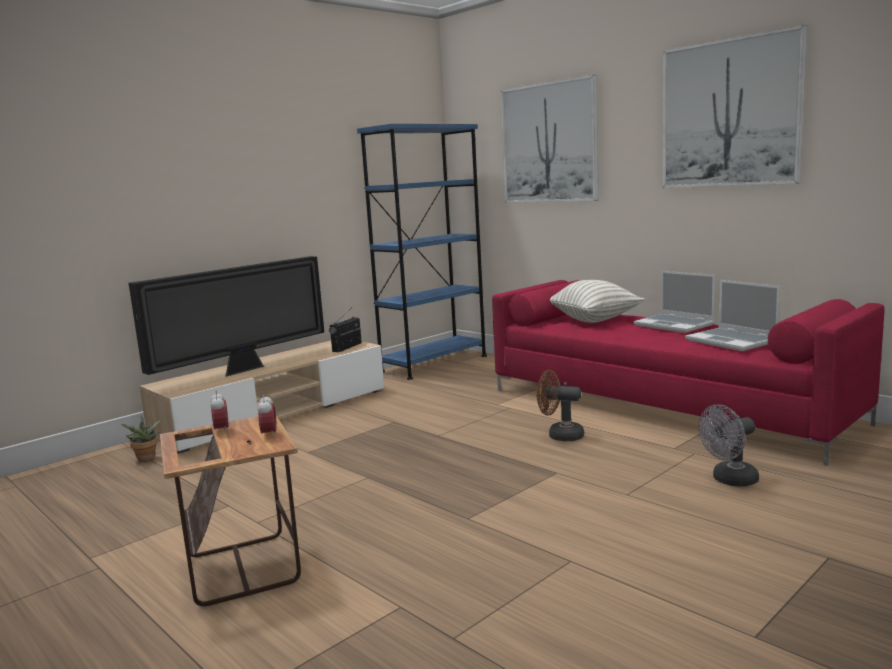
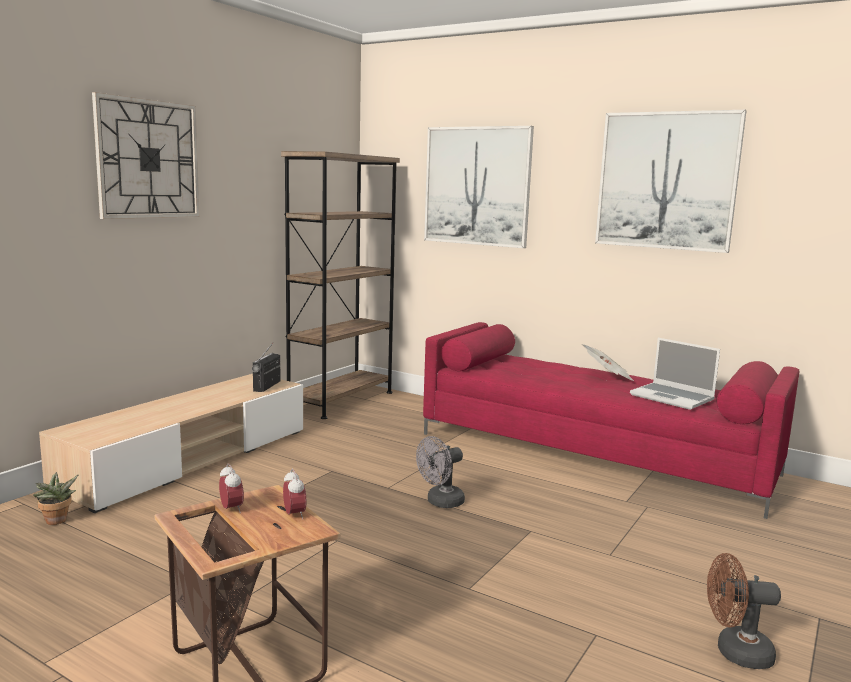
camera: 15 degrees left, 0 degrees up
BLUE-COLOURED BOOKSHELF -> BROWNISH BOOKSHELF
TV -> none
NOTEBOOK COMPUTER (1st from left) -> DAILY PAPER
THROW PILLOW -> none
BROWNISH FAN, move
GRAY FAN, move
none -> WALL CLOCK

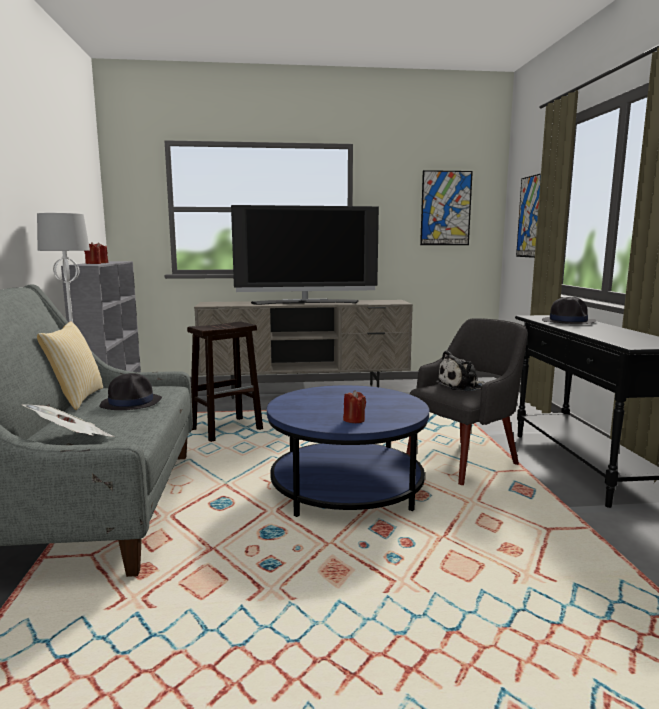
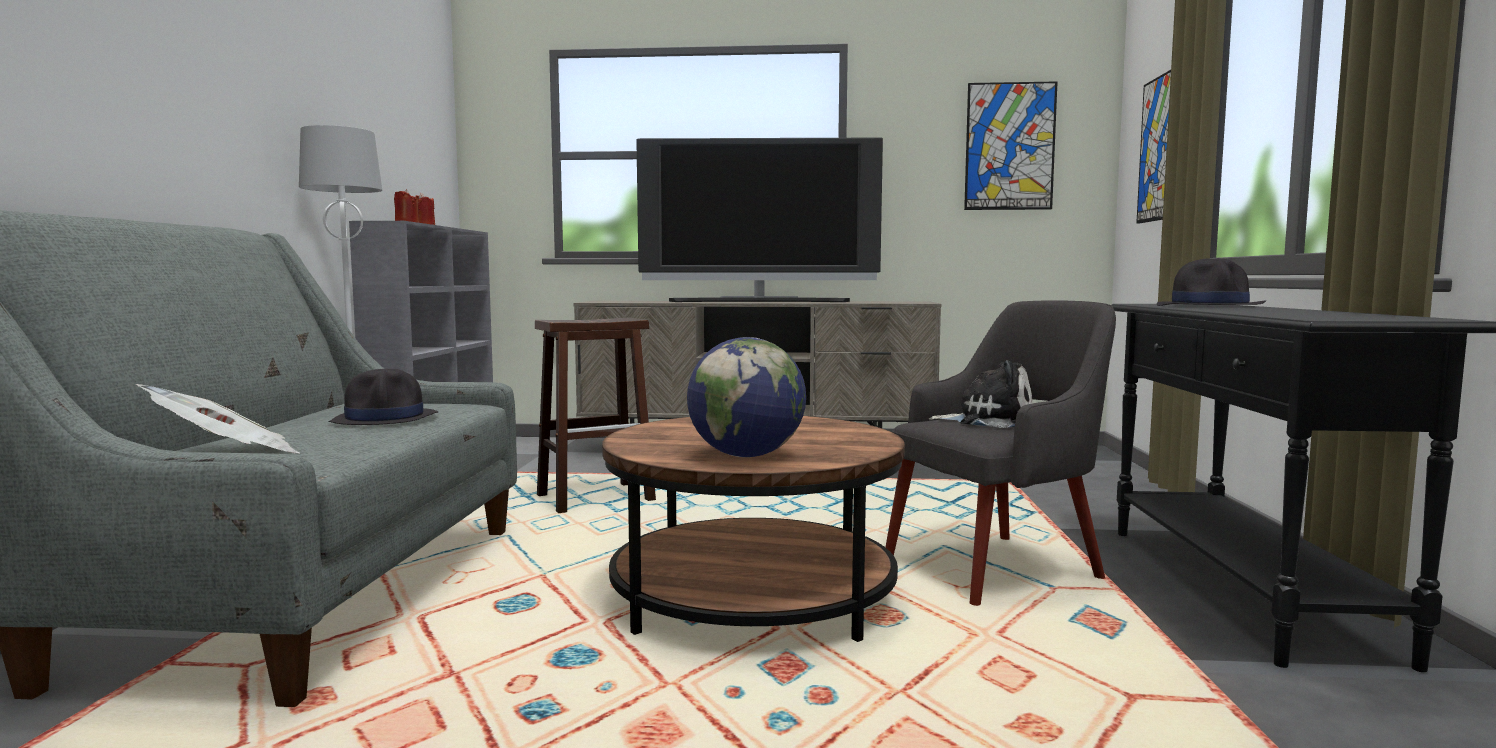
camera: 10 degrees right, 5 degrees down
THROW PILLOW -> none
PLUSH TOY, 150 degrees counterclockwise
BLUE-COLOURED COFFEE TABLE -> BROWNISH COFFEE TABLE
RED-COLOURED WAX CANDLE (3rd from left) -> GLOBE

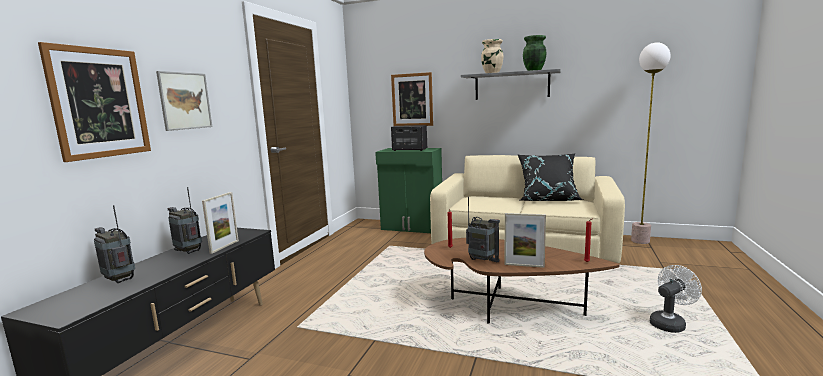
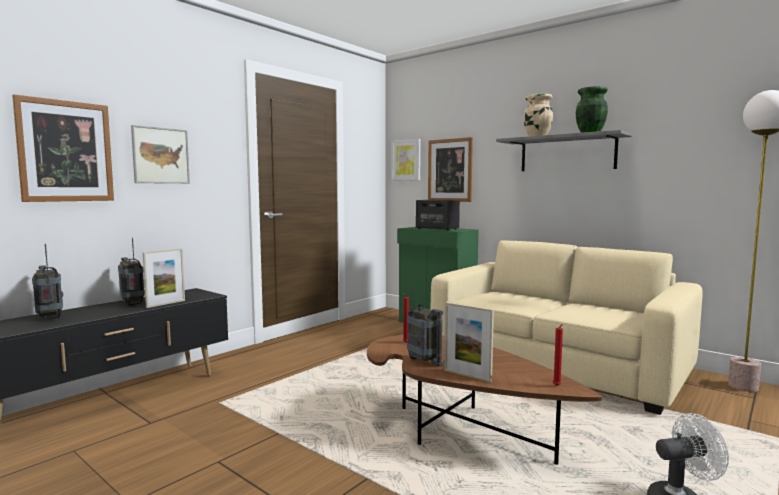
camera: 20 degrees right, 5 degrees down
BLACK-COLOURED THROW PILLOW -> none
none -> PICTURE (3rd from left)

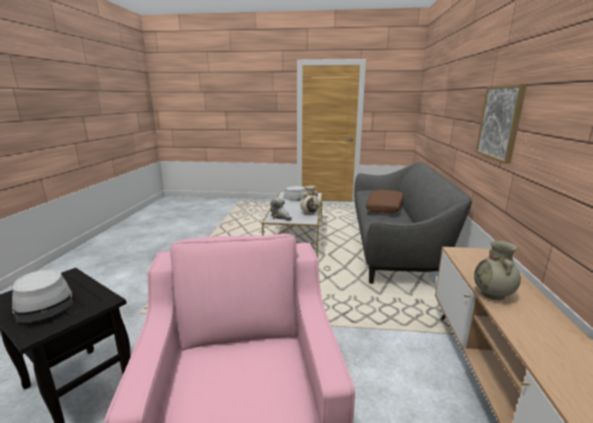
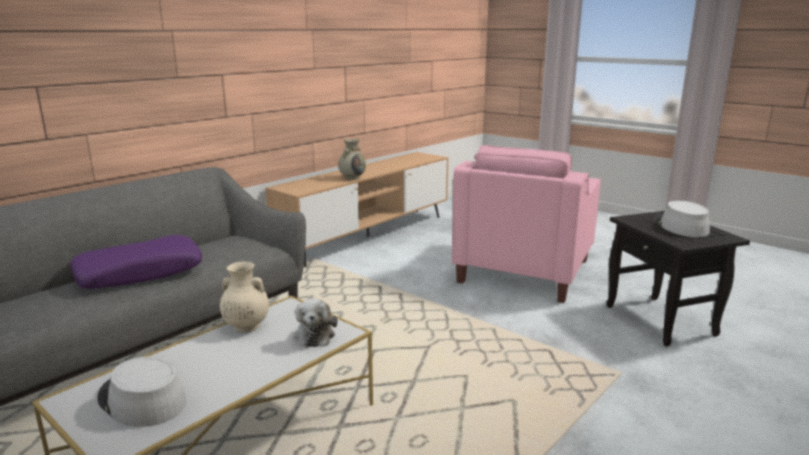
camera: 145 degrees left, 0 degrees up
PICTURE -> none
BROWNISH THROW PILLOW -> PURPLISH THROW PILLOW

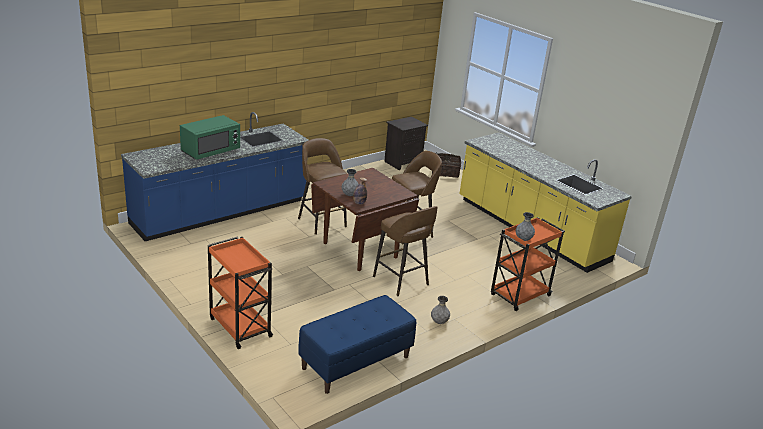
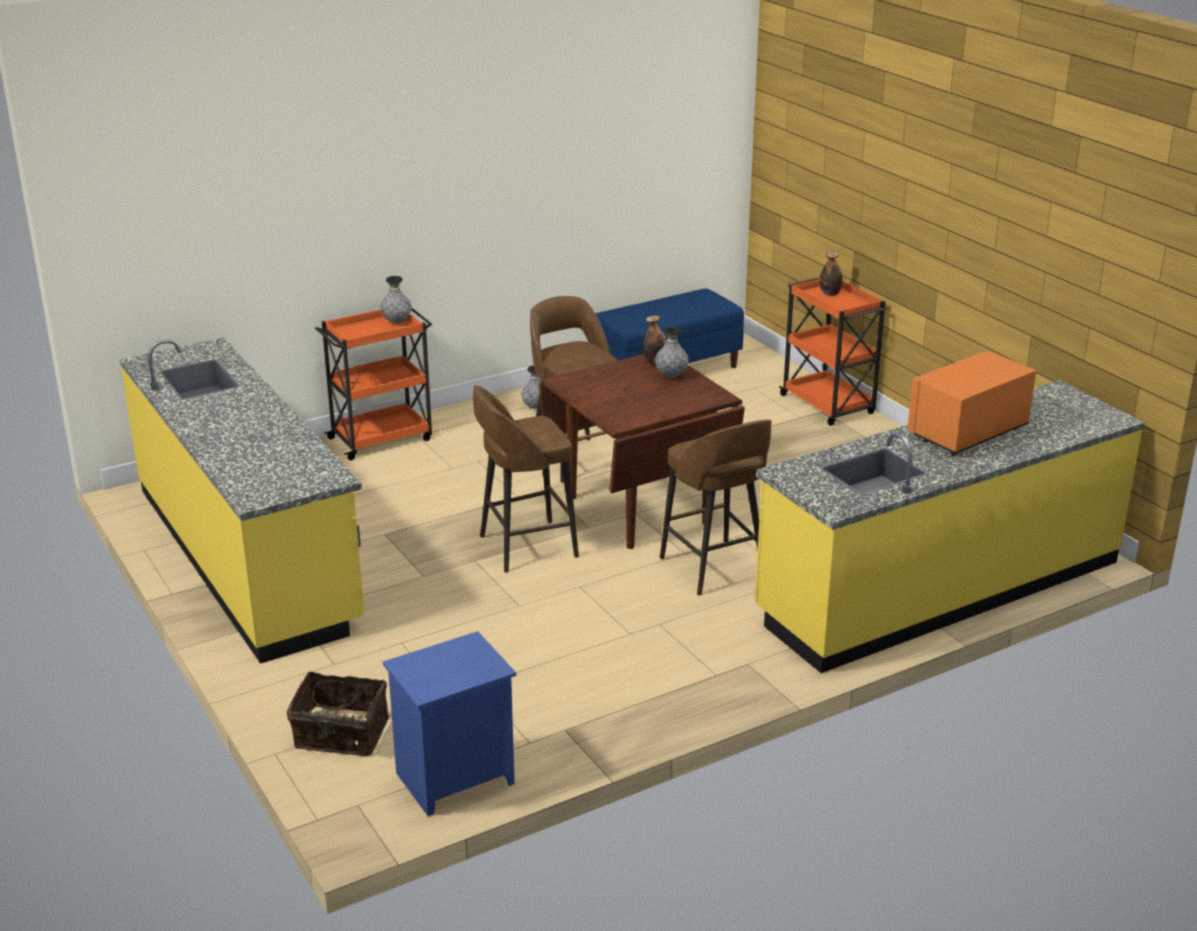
camera: 170 degrees left, 0 degrees up
BLUE-COLOURED COUNTER -> YELLOW COUNTER (2nd from left)
GREEN KITCHEN MICROWAVE -> ORANGE KITCHEN MICROWAVE
BLACK-COLOURED NIGHTSTAND -> BLUE-COLOURED NIGHTSTAND
none -> DRINK BOTTLE (2nd from left)

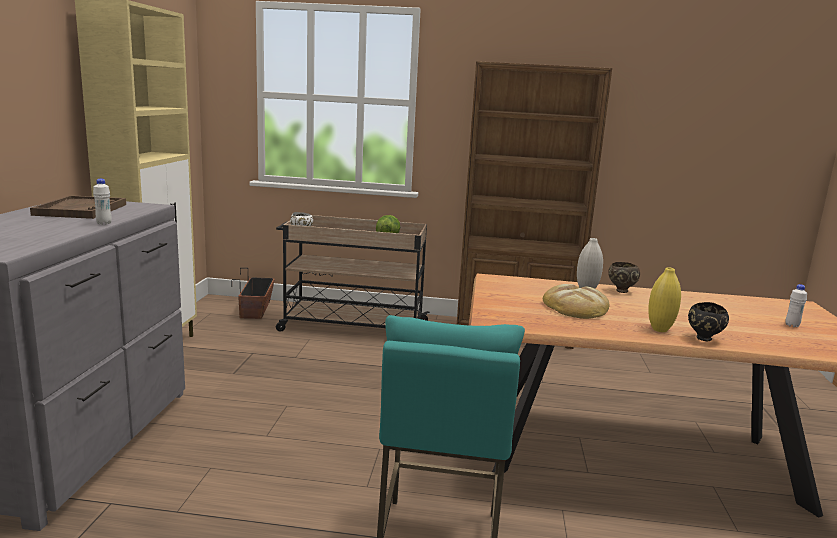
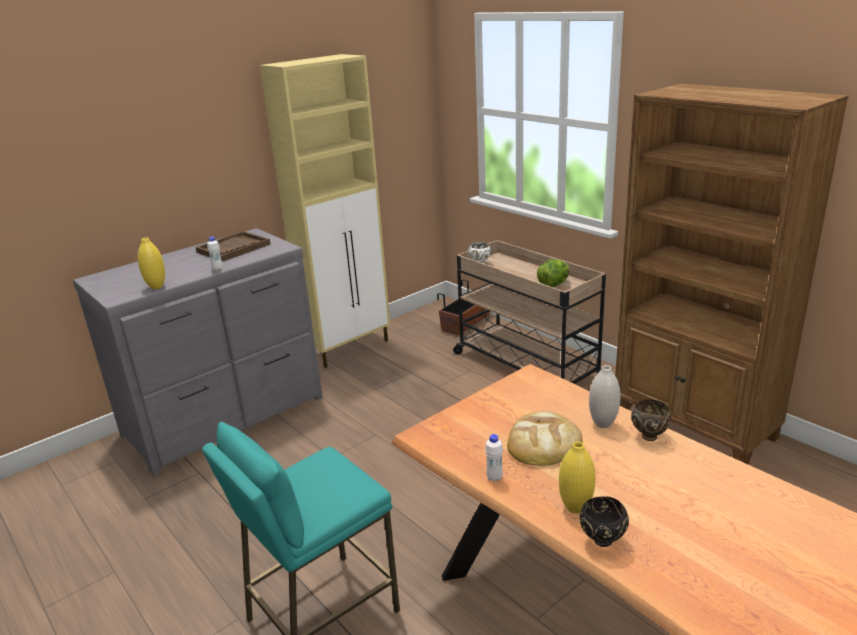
camera: 45 degrees right, 10 degrees up
WHITE DRINK BOTTLE (2nd from left), move
none -> YELLOW VASE (1st from left)

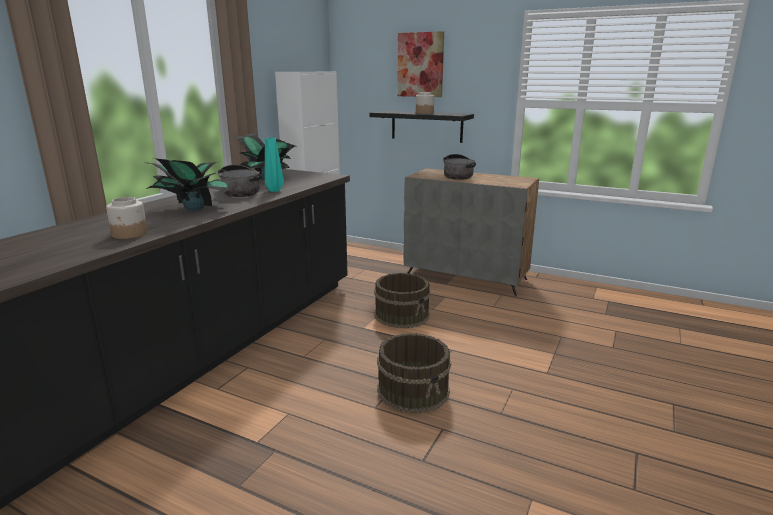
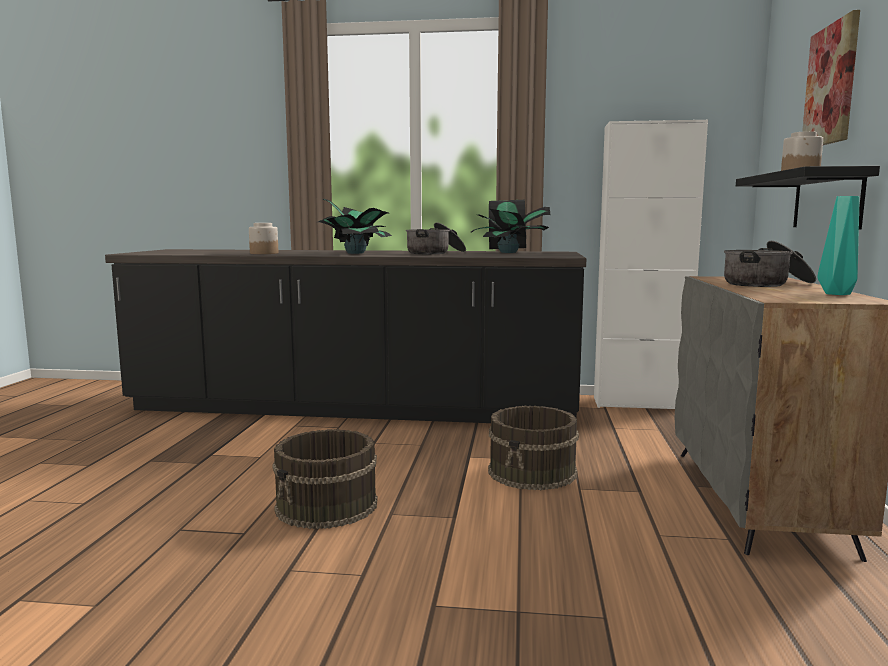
camera: 70 degrees right, 10 degrees down
TURQUOISE-COLOURED VASE, move

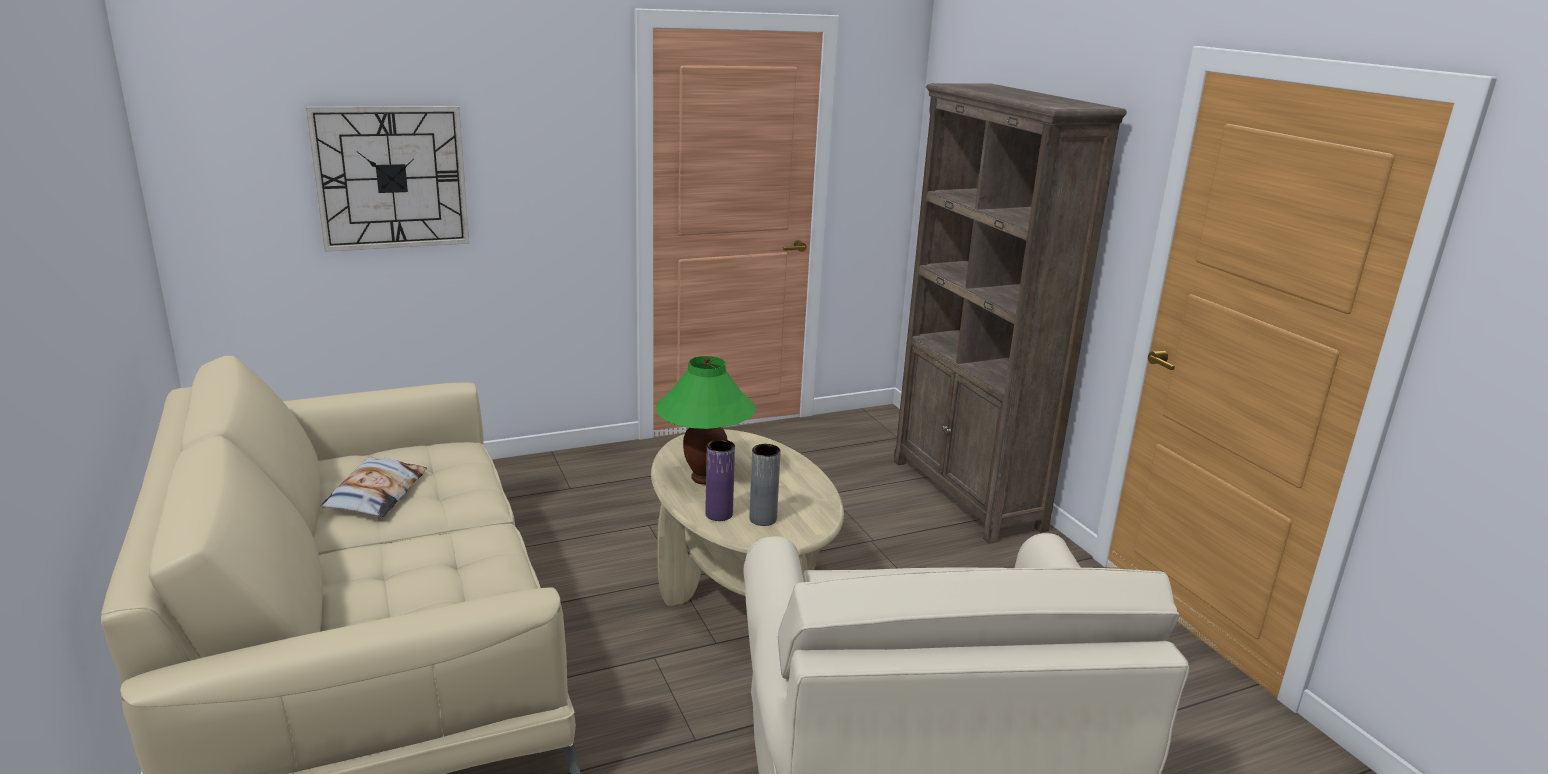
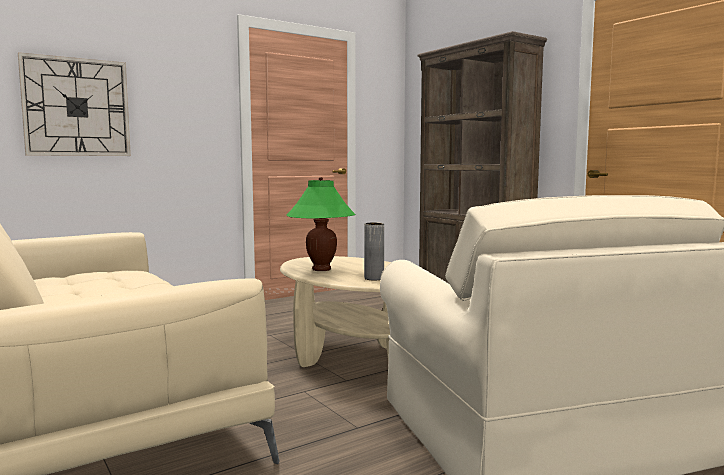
camera: 10 degrees left, 15 degrees down
PURPLISH VASE -> none
THROW PILLOW -> none

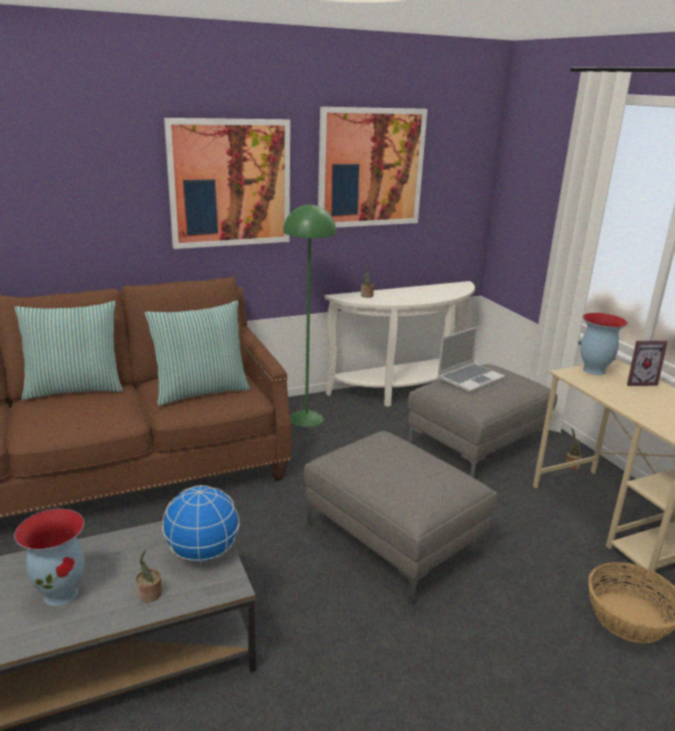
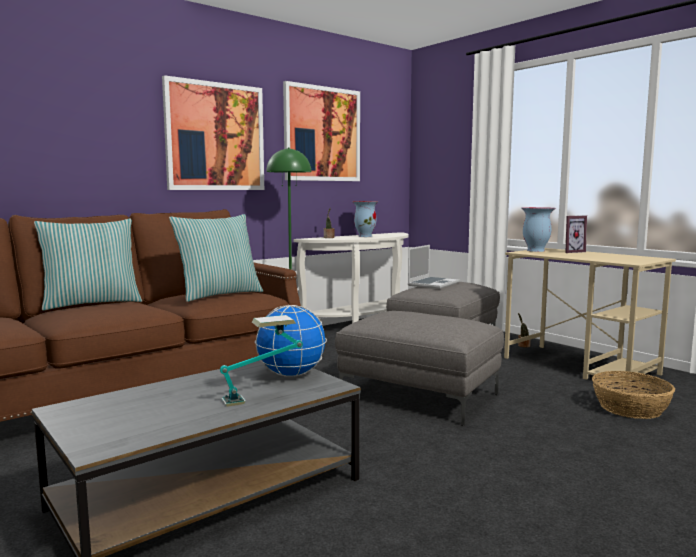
camera: 15 degrees left, 15 degrees down
VASE (1st from left), move
PLANT IN A POT (1st from left) -> TABLE LAMP

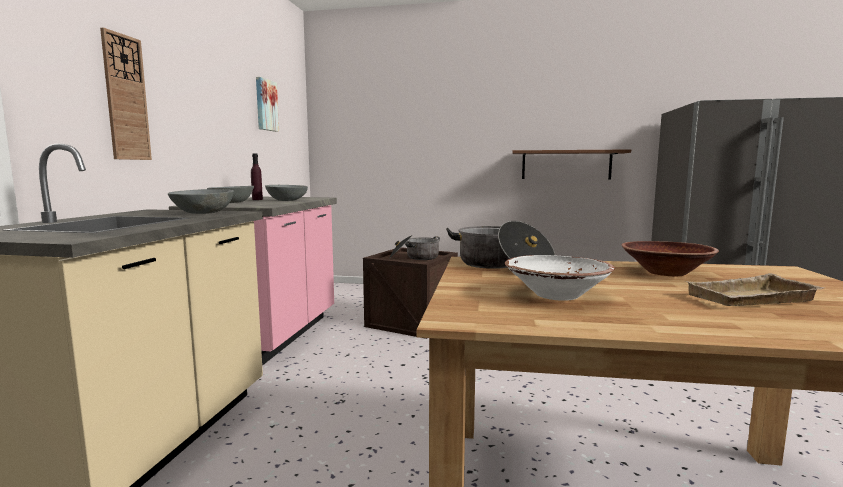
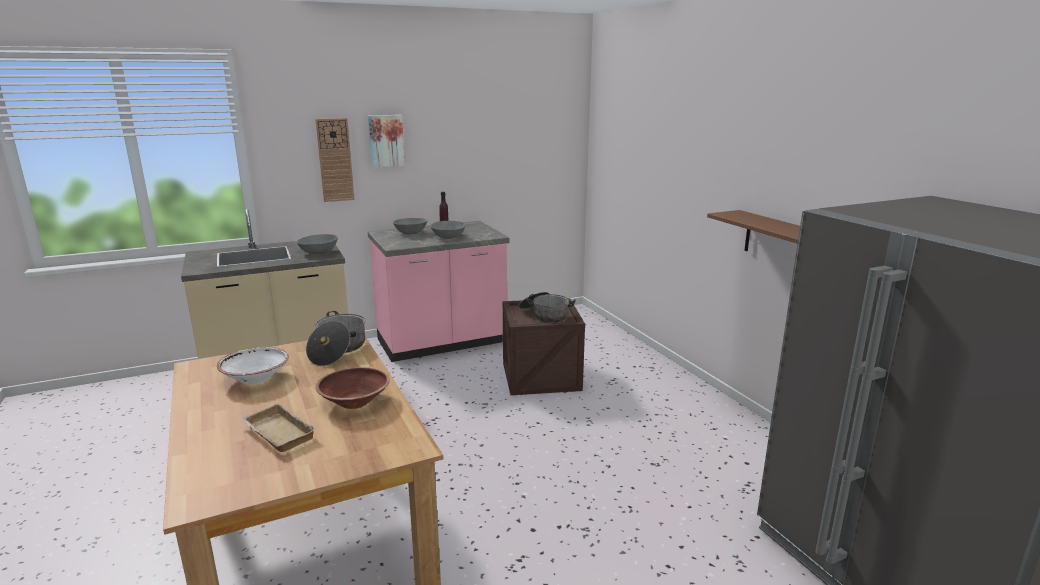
camera: 55 degrees right, 10 degrees up
PICTURE, move

